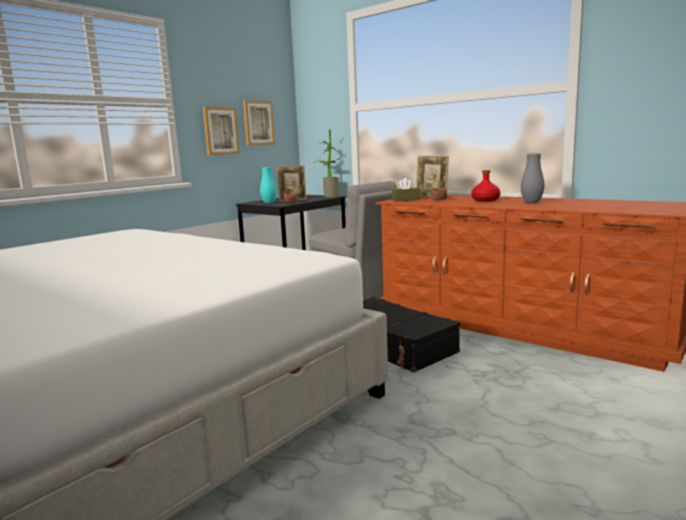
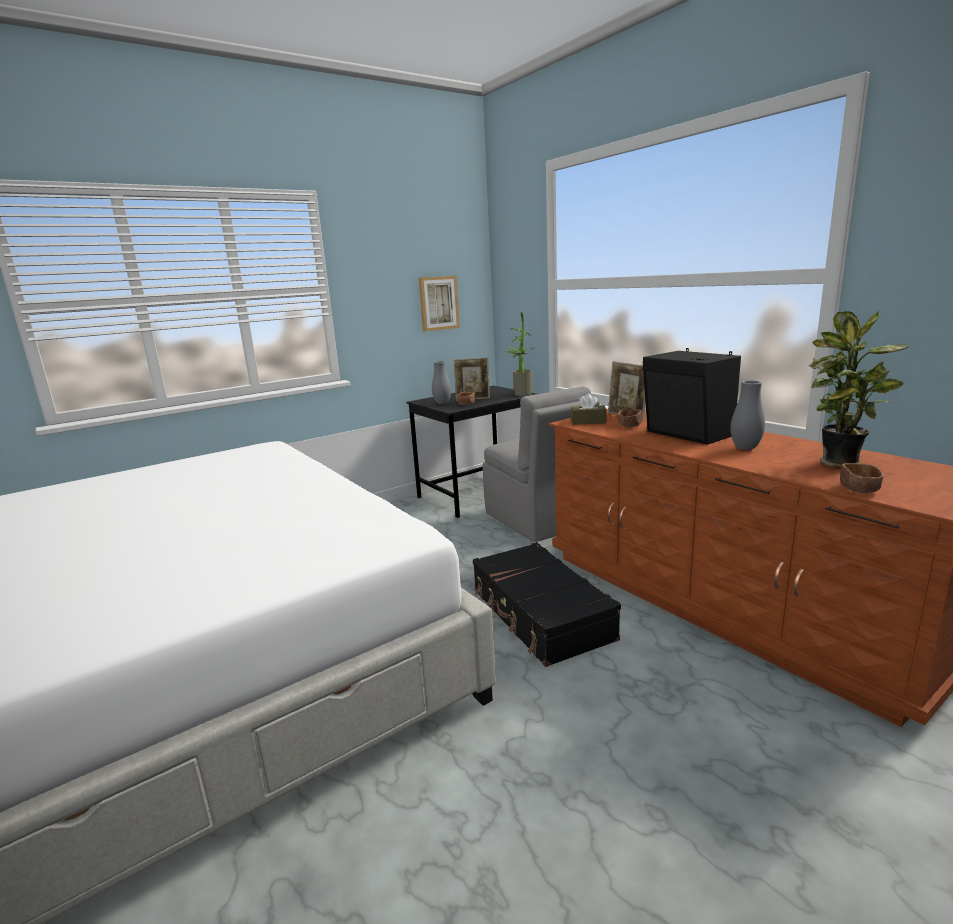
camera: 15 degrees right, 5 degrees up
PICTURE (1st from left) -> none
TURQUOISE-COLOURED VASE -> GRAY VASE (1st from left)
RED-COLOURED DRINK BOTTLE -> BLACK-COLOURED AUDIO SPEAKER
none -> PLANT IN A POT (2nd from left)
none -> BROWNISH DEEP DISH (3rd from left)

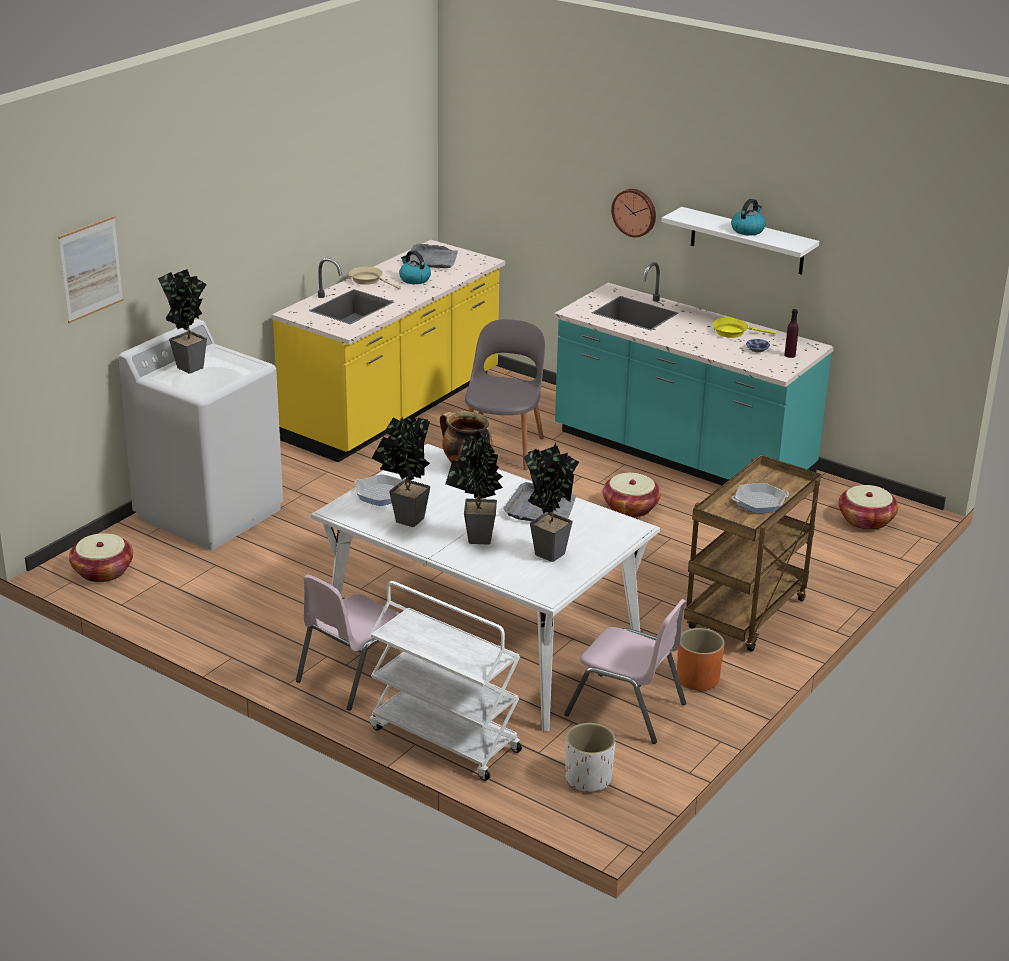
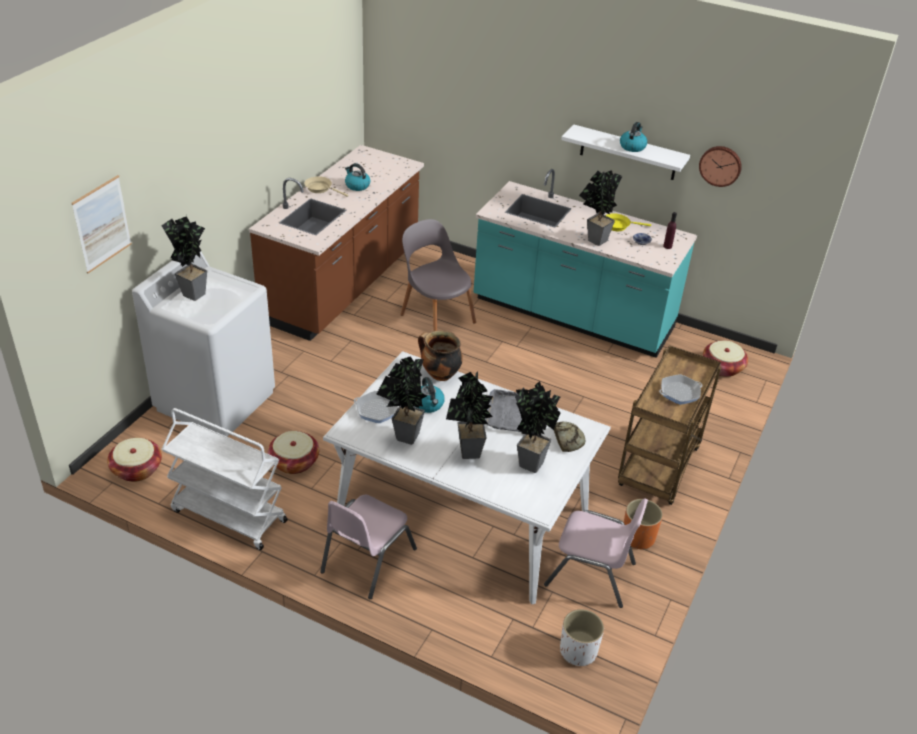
camera: 10 degrees left, 10 degrees up
WALL CLOCK, move
YELLOW COUNTER -> BROWNISH COUNTER
GRAY CARRYING TRAY (1st from left) -> none
GRAY UPRIGHT CHAIR, 45 degrees counterclockwise
STORAGE BASKET (2nd from left), move
WHITE CART, move
none -> PLANT IN A POT (5th from left)
none -> TEA KETTLE (2nd from left)
none -> BAKERY BREAD

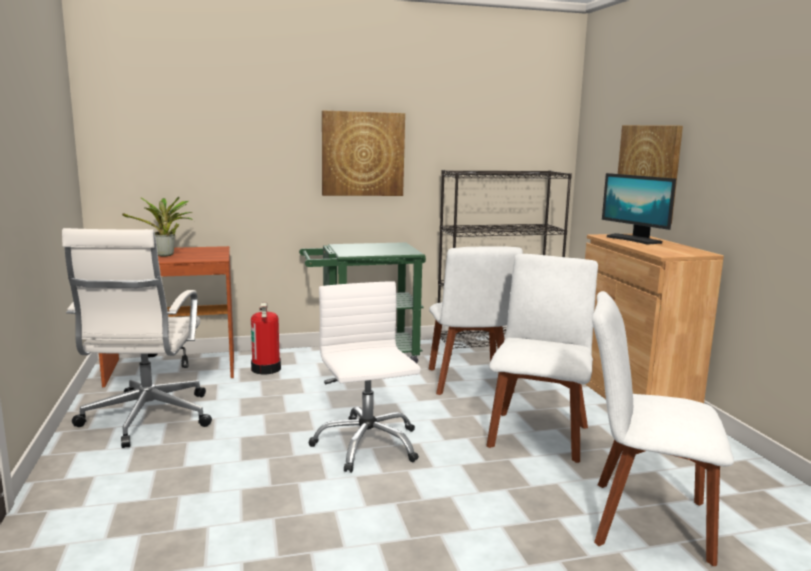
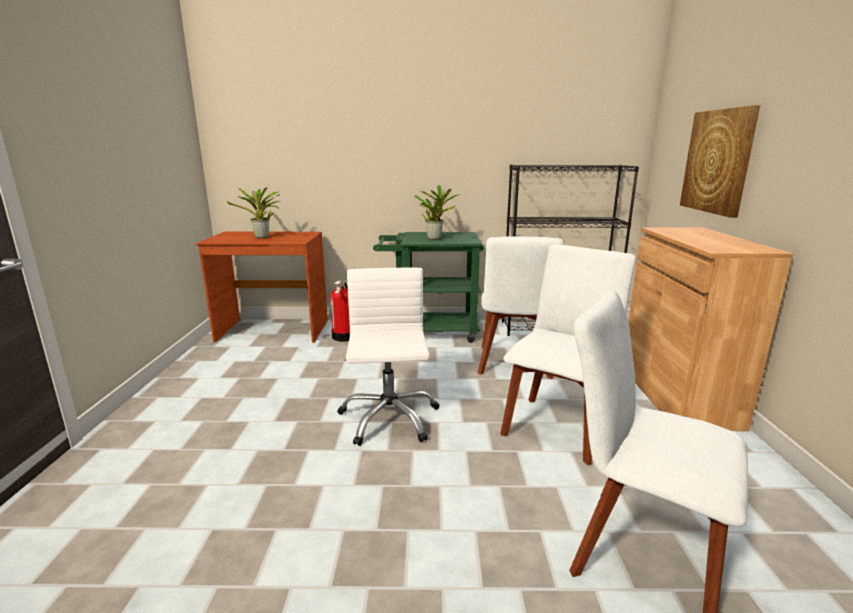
camera: 15 degrees right, 5 degrees up
PICTURE (1st from left) -> none
COMPUTER SCREEN -> none
WHITE OFFICE CHAIR (1st from left) -> none
none -> PLANT IN A POT (2nd from left)

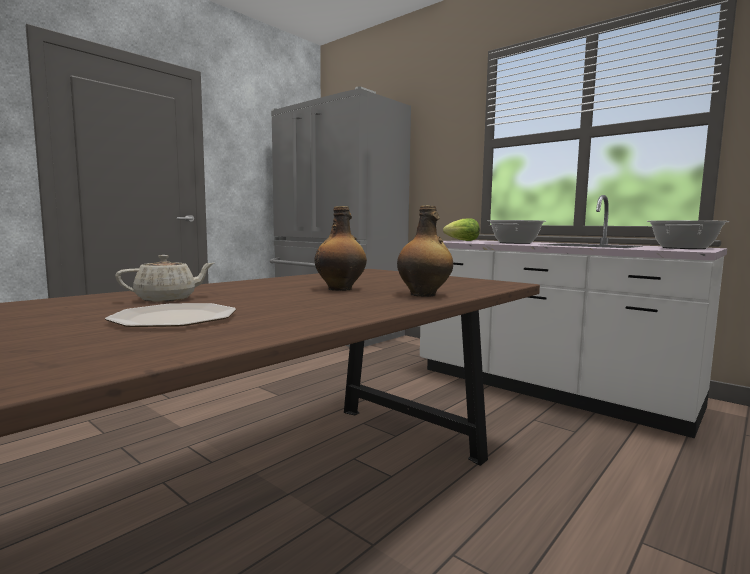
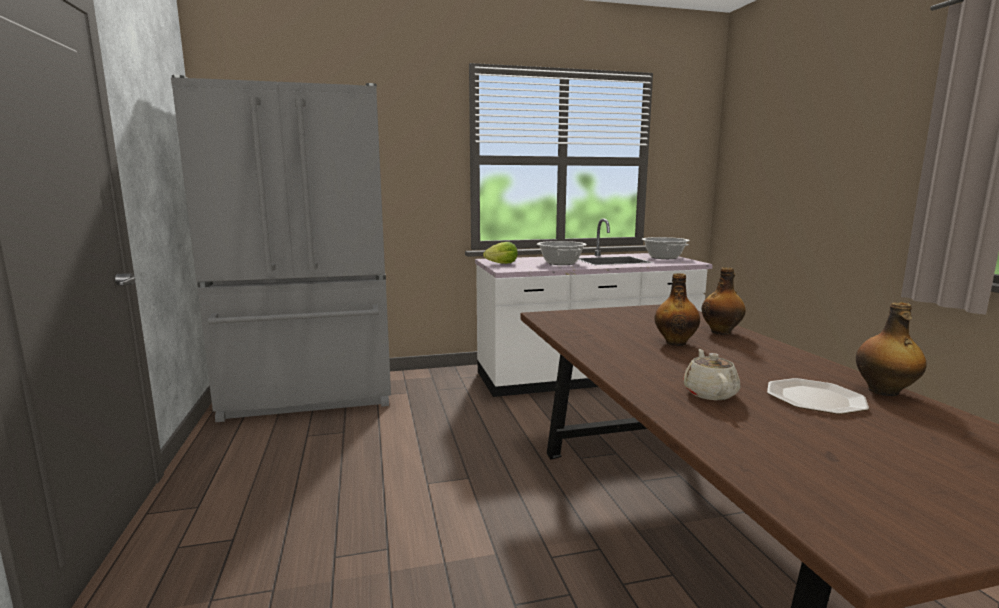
camera: 55 degrees left, 5 degrees up
none -> DRINK BOTTLE (3rd from left)

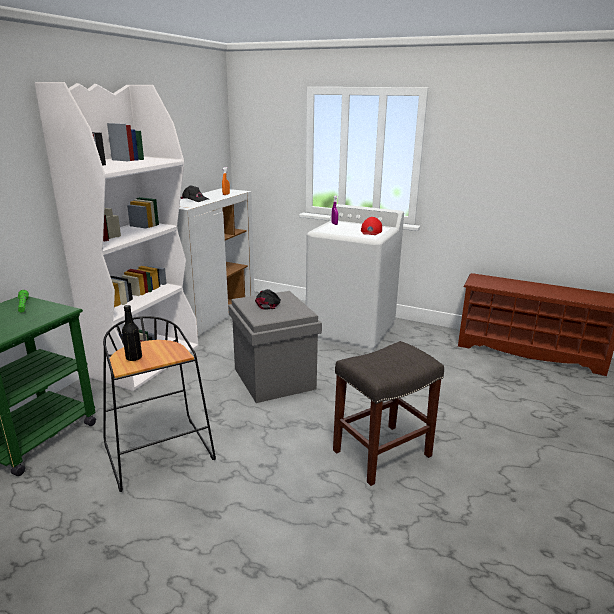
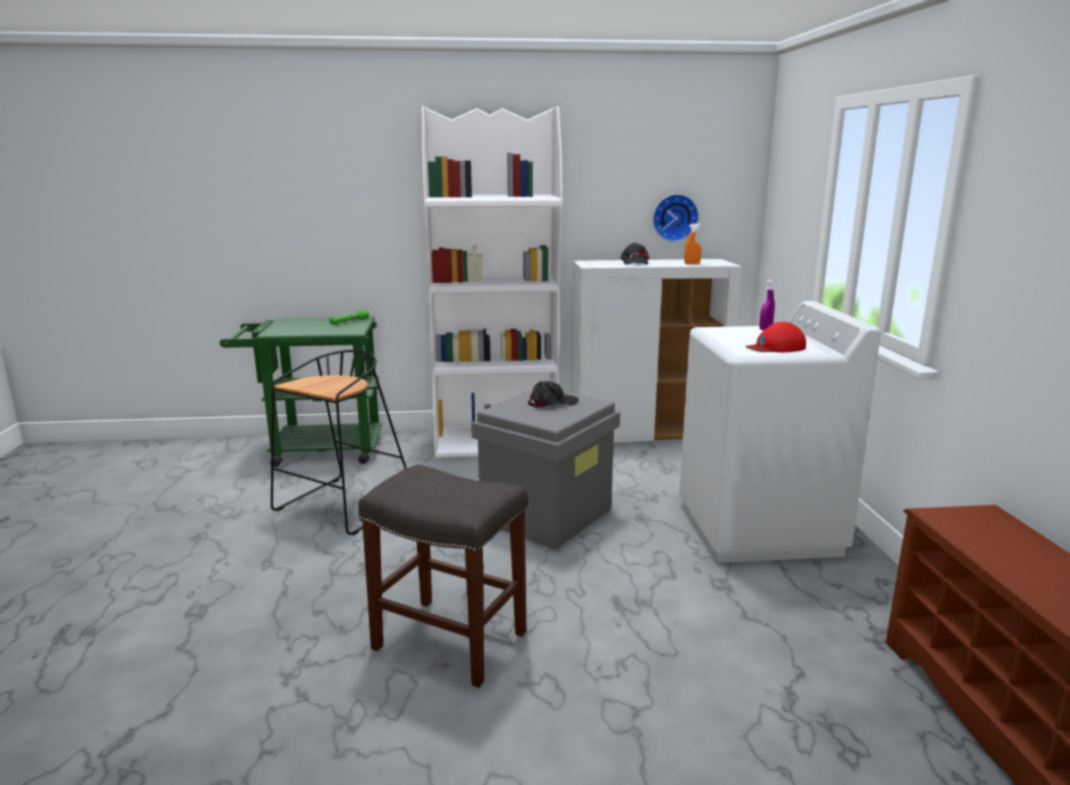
camera: 60 degrees right, 5 degrees down
BLACK-COLOURED DRINK BOTTLE -> none
none -> WALL CLOCK

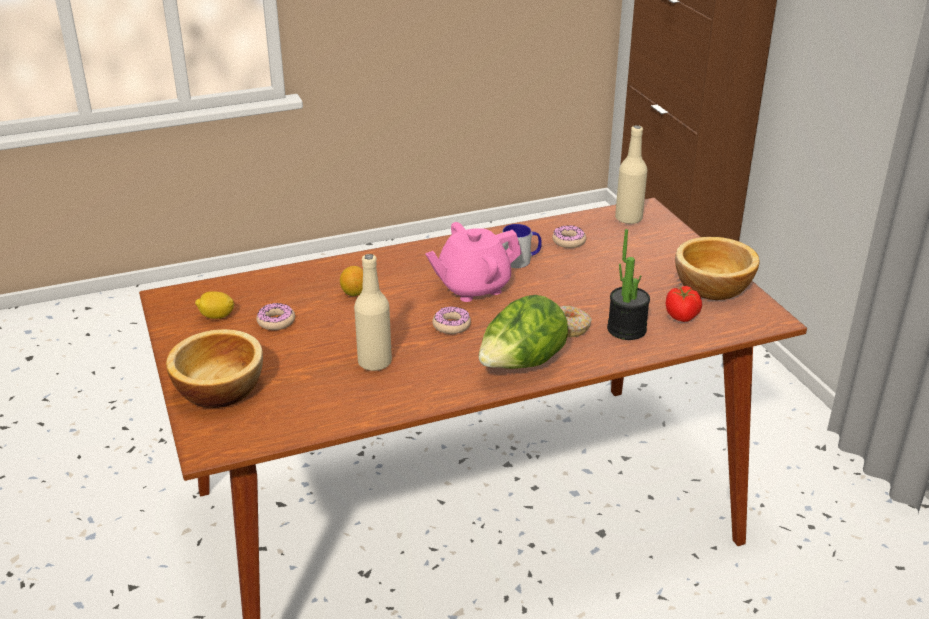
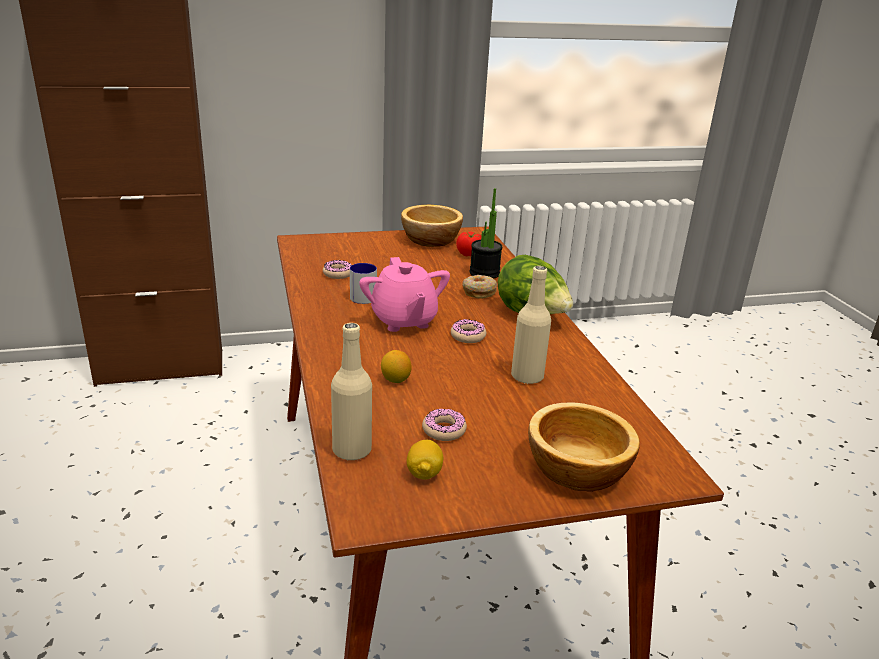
camera: 85 degrees left, 5 degrees down
SAND-COLOURED DRINK BOTTLE (2nd from left in the first image) -> SAND-COLOURED DRINK BOTTLE (1st from left), move

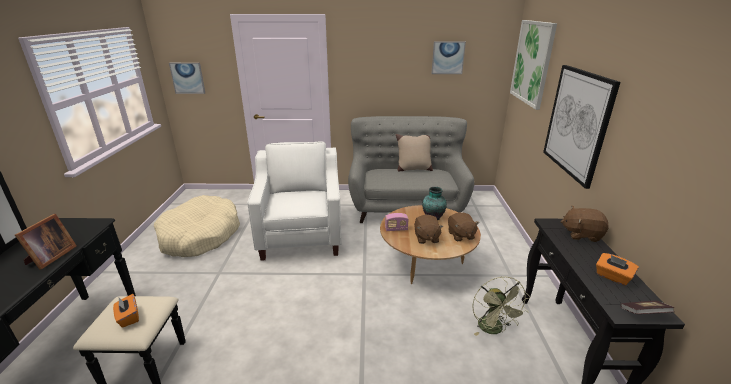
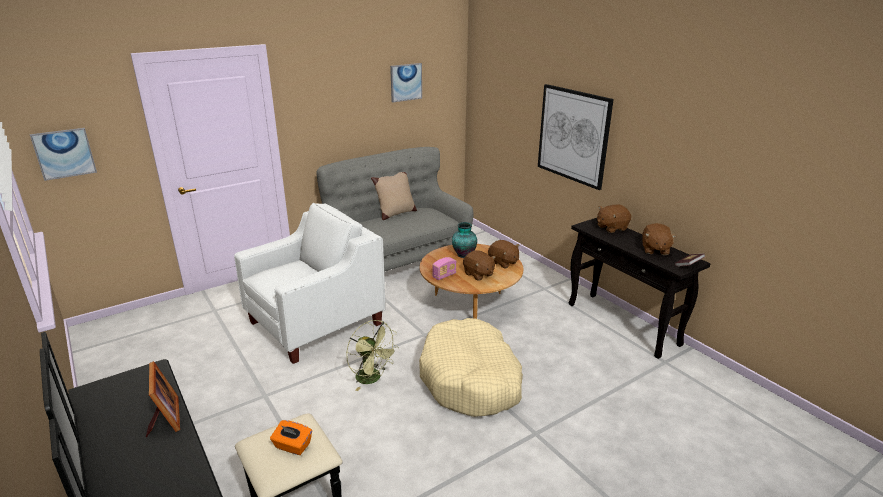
camera: 35 degrees left, 0 degrees up
PICTURE (3rd from left) -> none
WHITE LOUNGE CHAIR, 90 degrees clockwise
SAND-COLOURED DOG CUSHION, move
ORANGE BOX OF TISSUES (2nd from left) -> BROWNISH PLUSH TOY (4th from left)
GREEN FAN, move

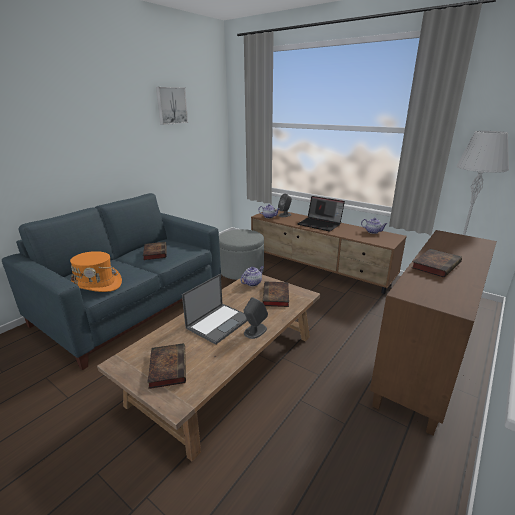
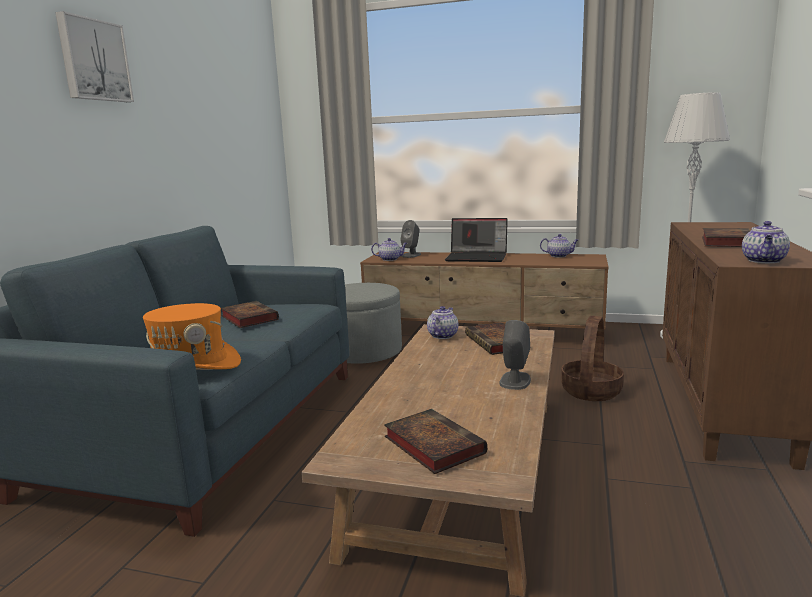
camera: 20 degrees left, 10 degrees down
PICTURE, move
NOTEBOOK COMPUTER (1st from left) -> none
none -> POT FOR TEA (4th from left)
none -> STORAGE BASKET

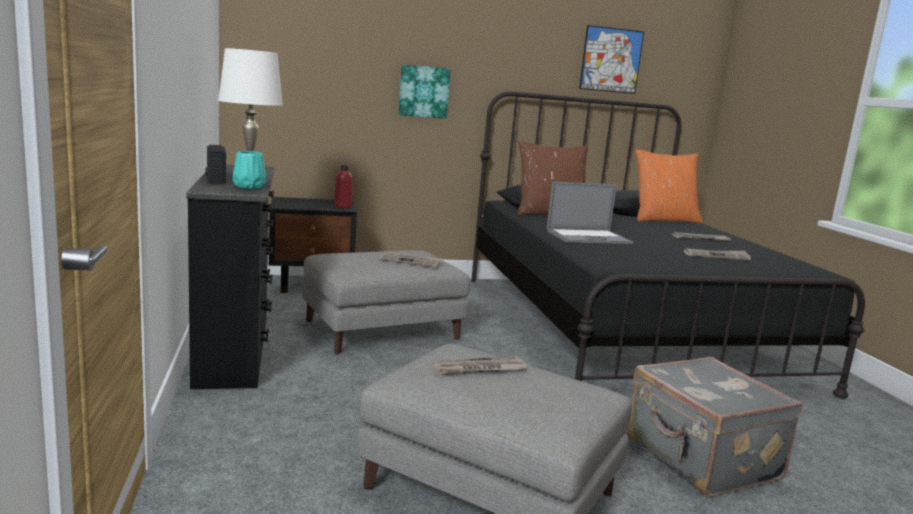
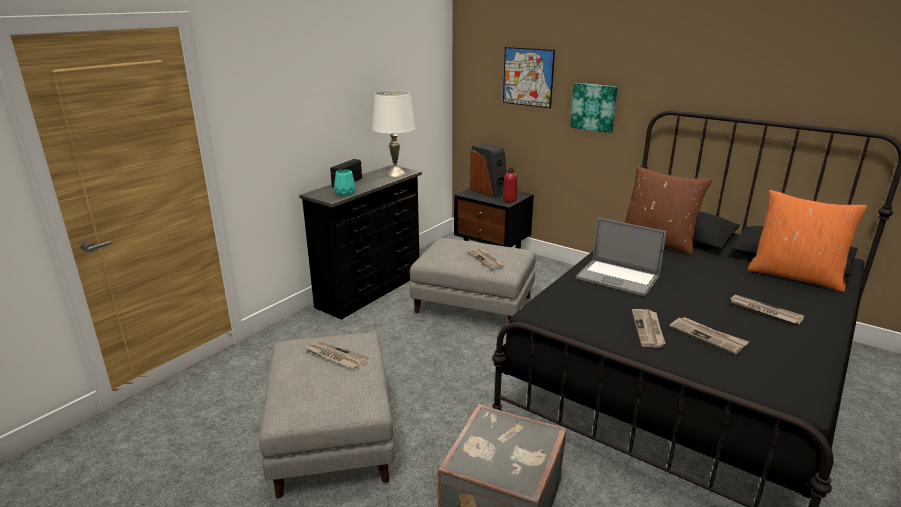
camera: 50 degrees right, 10 degrees up
PICTURE (2nd from left in the first image) -> PICTURE (1st from left), move
none -> AUDIO SPEAKER
none -> DAILY PAPER (3rd from left)

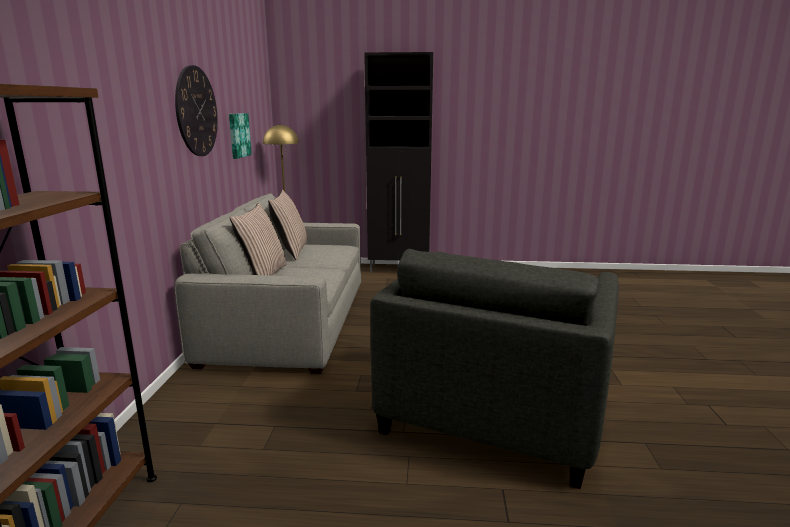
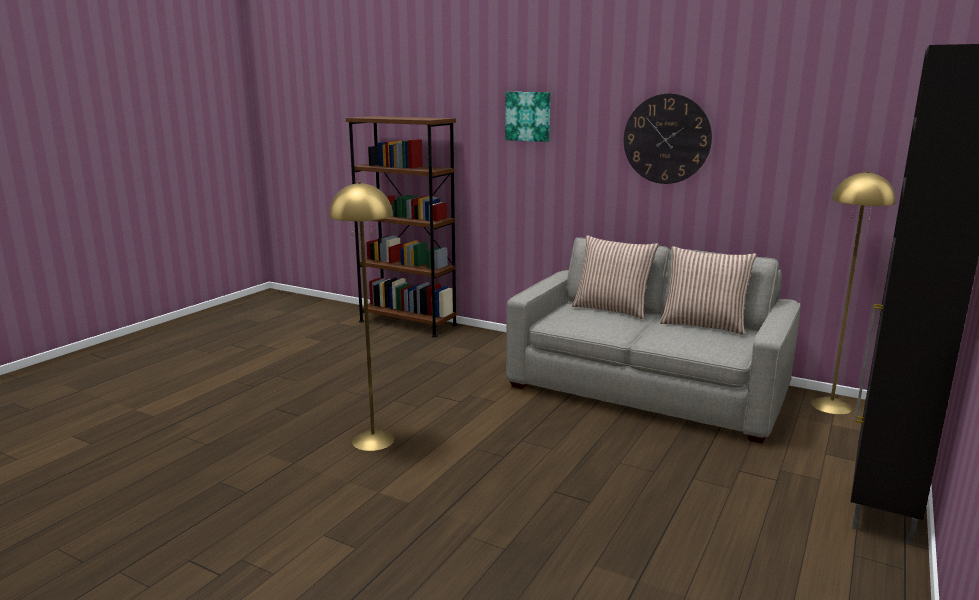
camera: 115 degrees right, 0 degrees up
PICTURE, move
GRAY LOUNGE CHAIR -> YELLOW FLOOR LAMP (1st from left)

